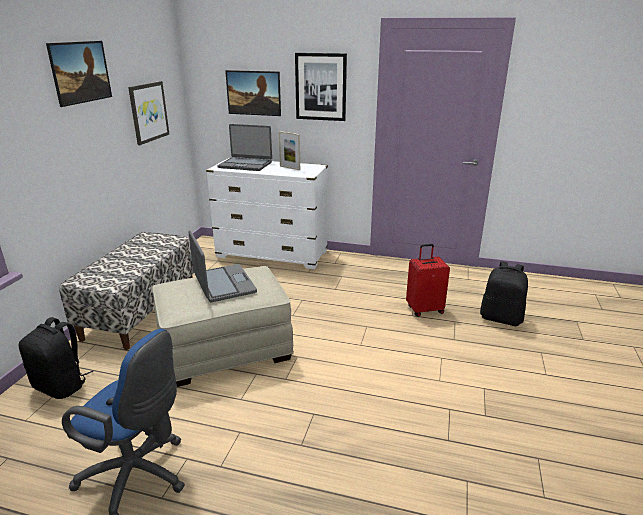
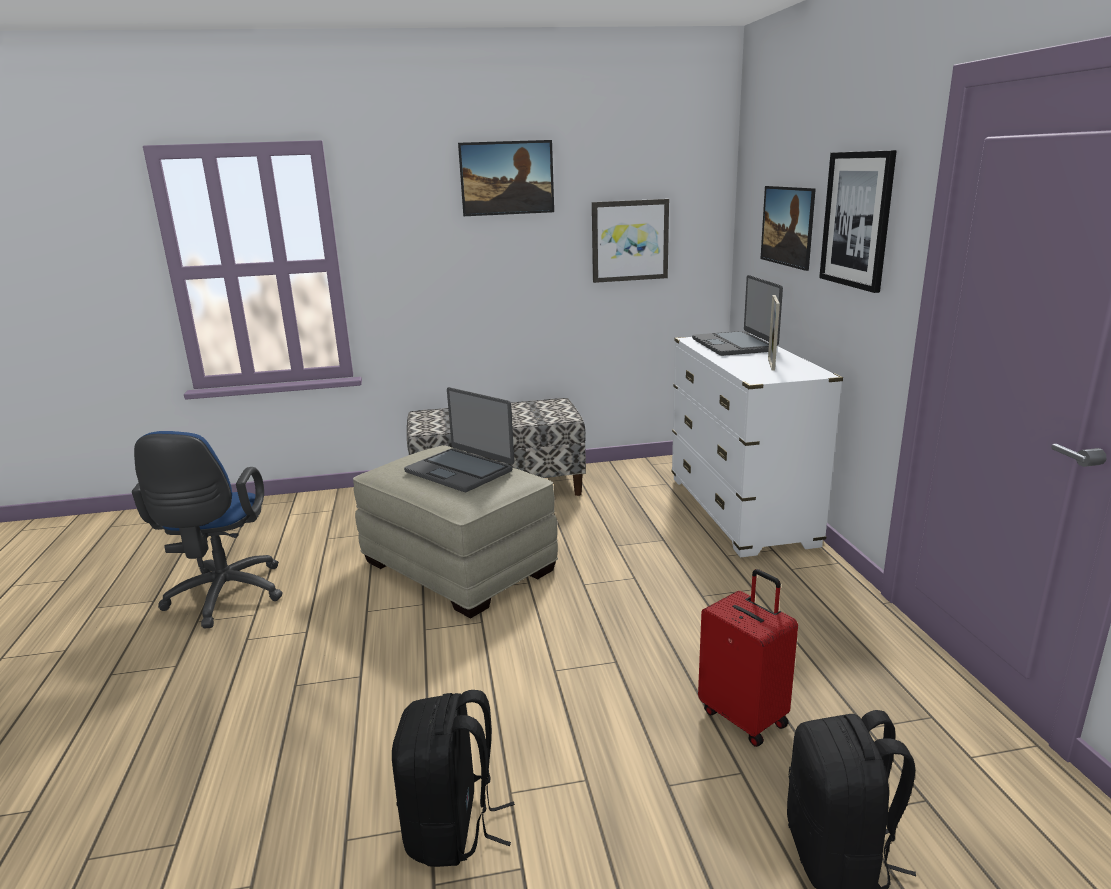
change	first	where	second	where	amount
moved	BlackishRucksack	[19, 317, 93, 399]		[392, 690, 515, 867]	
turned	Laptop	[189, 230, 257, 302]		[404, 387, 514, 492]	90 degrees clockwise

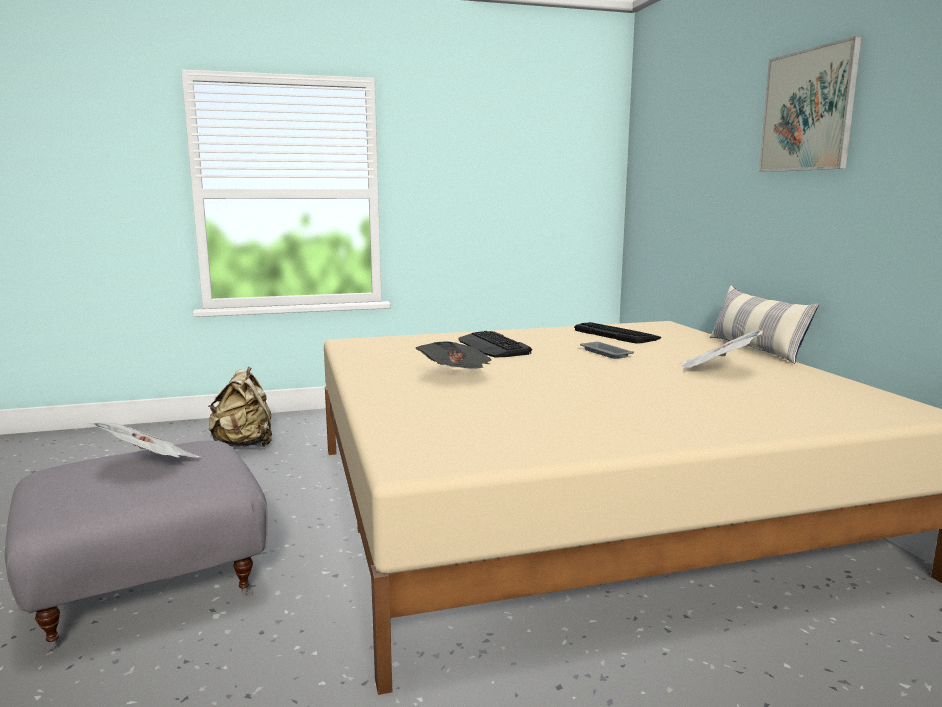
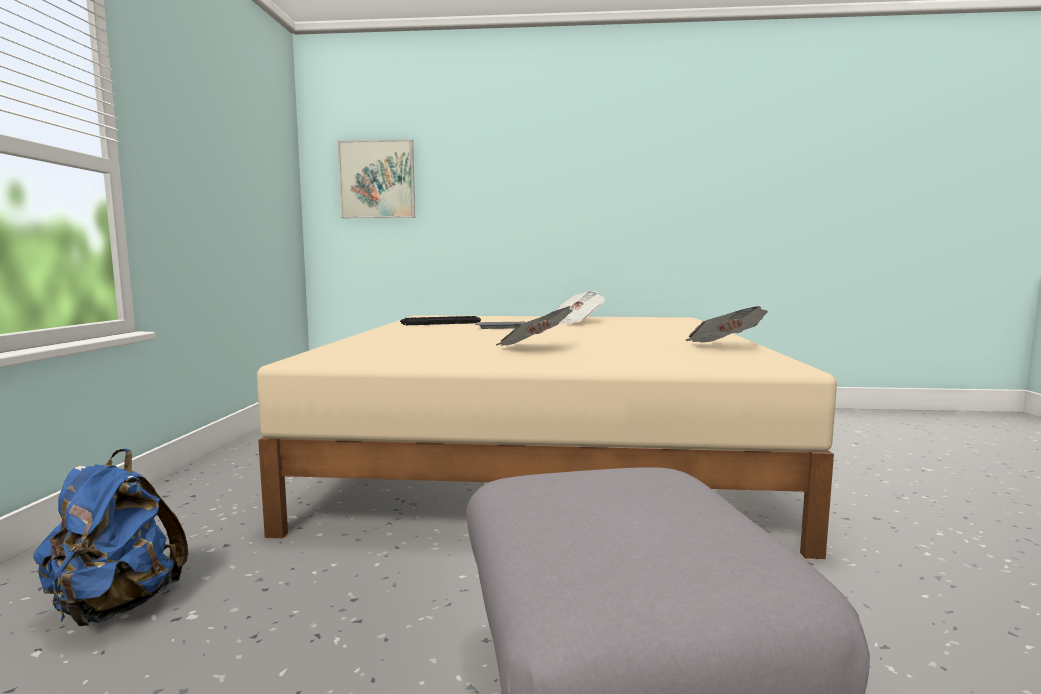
change	first	where	second	where	amount
removed	Keyboard	[458, 331, 532, 358]			
removed	ThrowPillow	[710, 286, 819, 364]			
moved	Newspaper	[88, 423, 200, 458]		[686, 306, 768, 343]	
moved	Picture	[759, 36, 862, 172]		[338, 139, 415, 218]	
recoloured	BeigeColouredRucksack	[208, 367, 272, 447]	BlueColouredRucksack	[33, 448, 188, 626]	

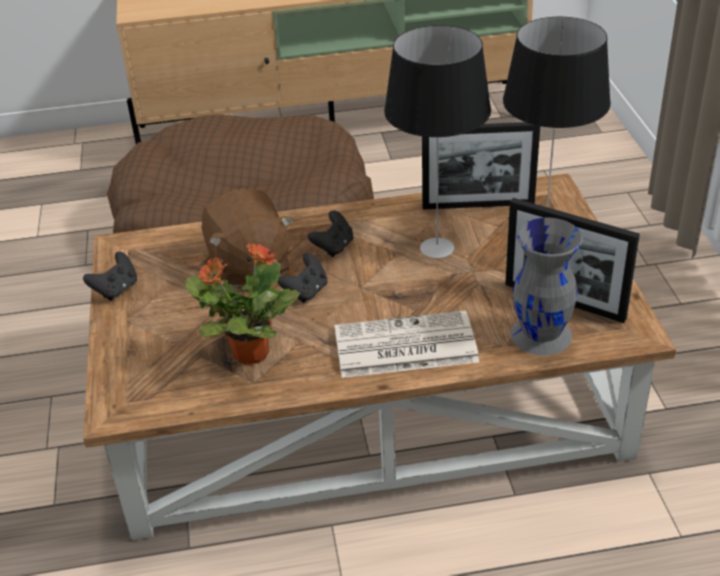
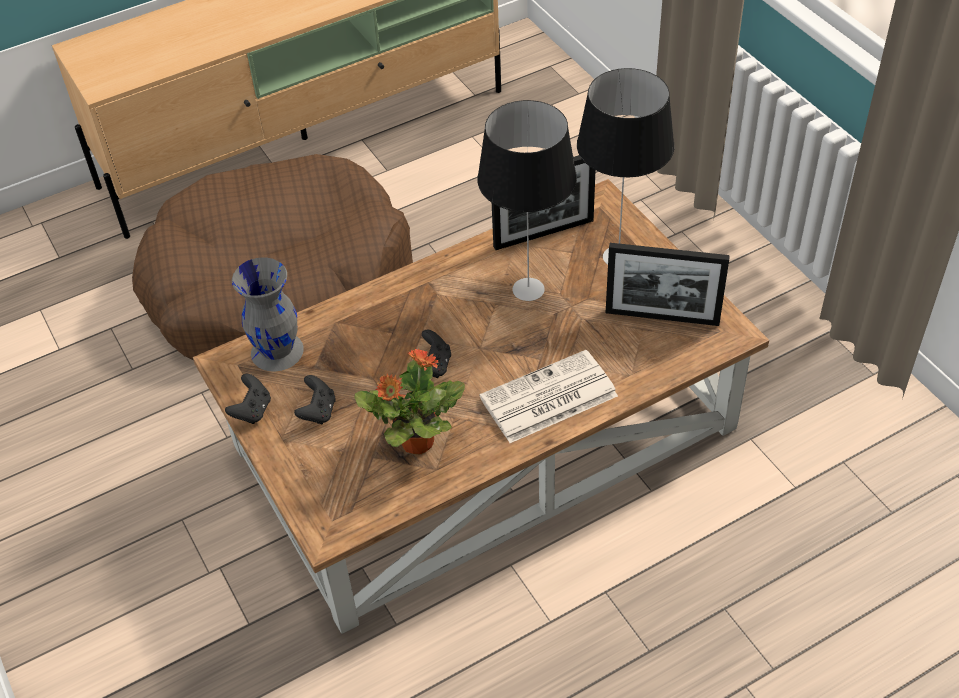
change	first	where	second	where	amount
removed	BrownSoftToy	[202, 189, 293, 287]			
moved	BlackishGameController	[308, 210, 353, 257]		[294, 375, 336, 424]	
moved	GreyDecorativeVase	[511, 218, 583, 355]		[232, 257, 304, 372]	

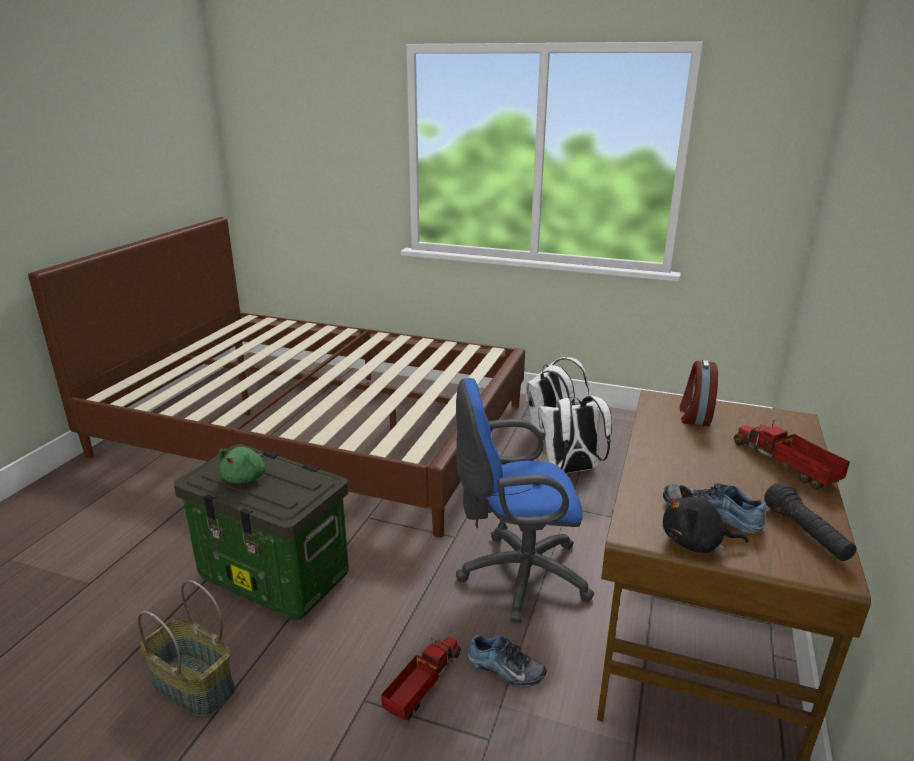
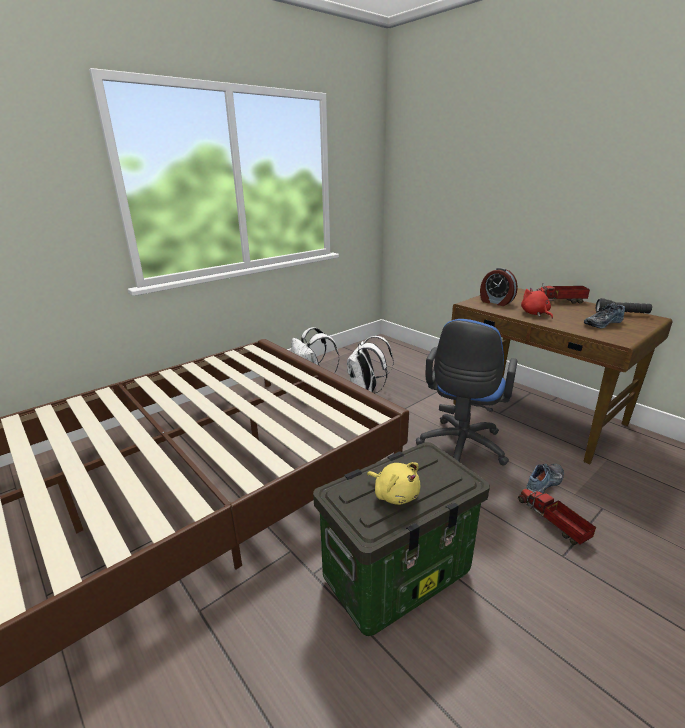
change	first	where	second	where	amount
removed	Basket	[138, 580, 235, 717]			
removed	BlackishSoftToy	[663, 485, 748, 553]			
added			RedColouredSoftToy	[521, 287, 553, 319]	
recoloured	GreenishSoftToy	[219, 447, 266, 484]	YellowishSoftToy	[367, 462, 420, 505]	

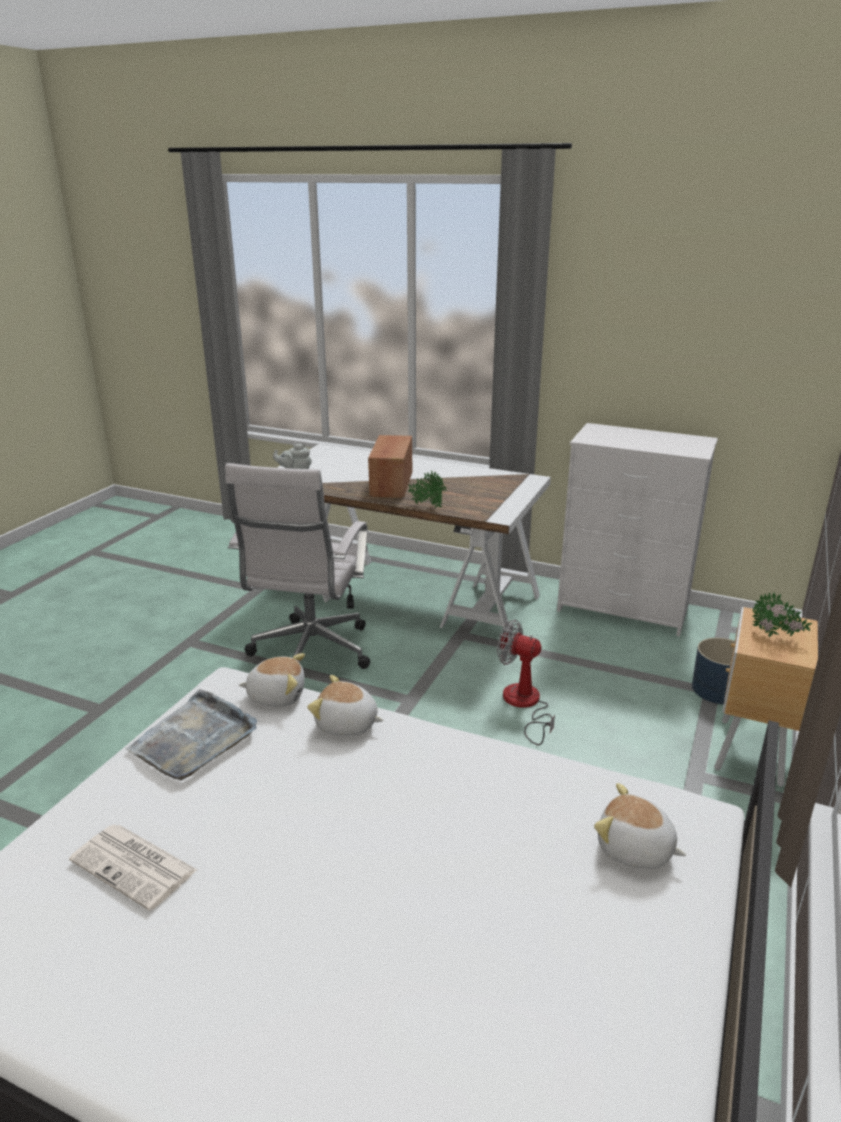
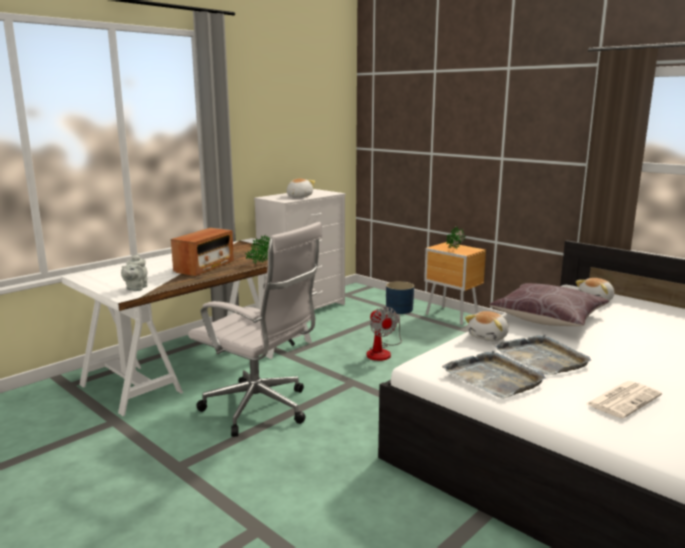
change	first	where	second	where	amount
added			BrownThrowPillow	[489, 283, 609, 326]	
added			GreyServingTray	[493, 335, 591, 376]	
moved	SoftToy	[239, 653, 305, 707]		[286, 179, 315, 198]	
turned	RadioReceiver	[368, 435, 412, 498]		[171, 228, 234, 276]	90 degrees counterclockwise
turned	ElectricFan	[497, 620, 555, 745]		[367, 307, 402, 361]	75 degrees counterclockwise

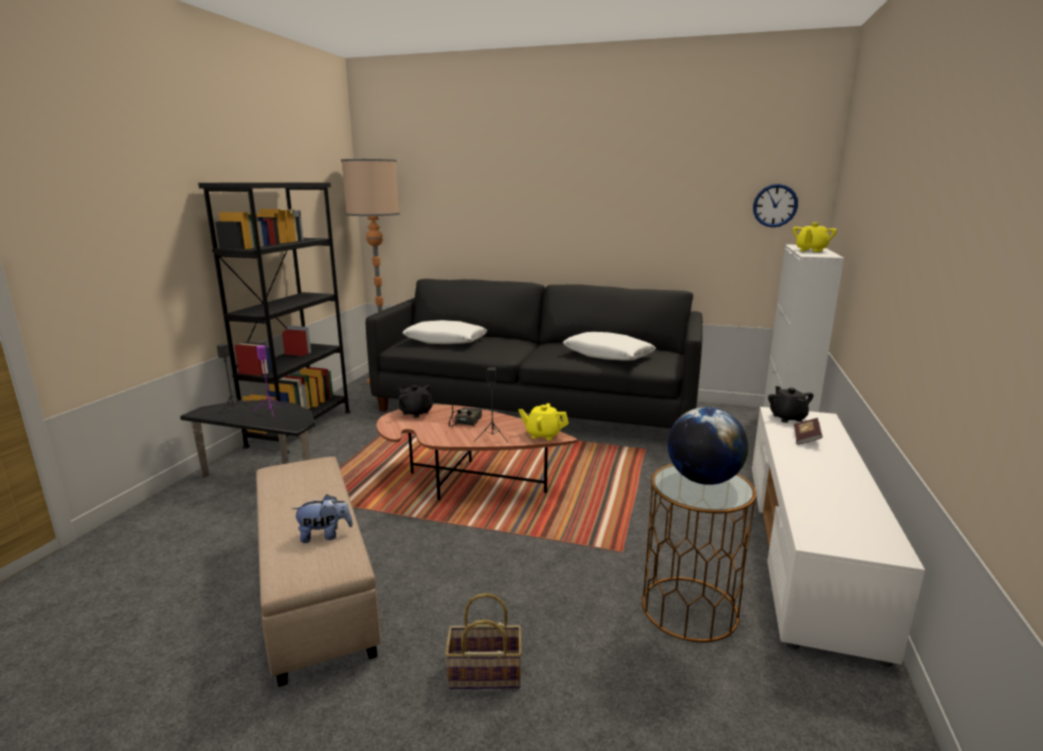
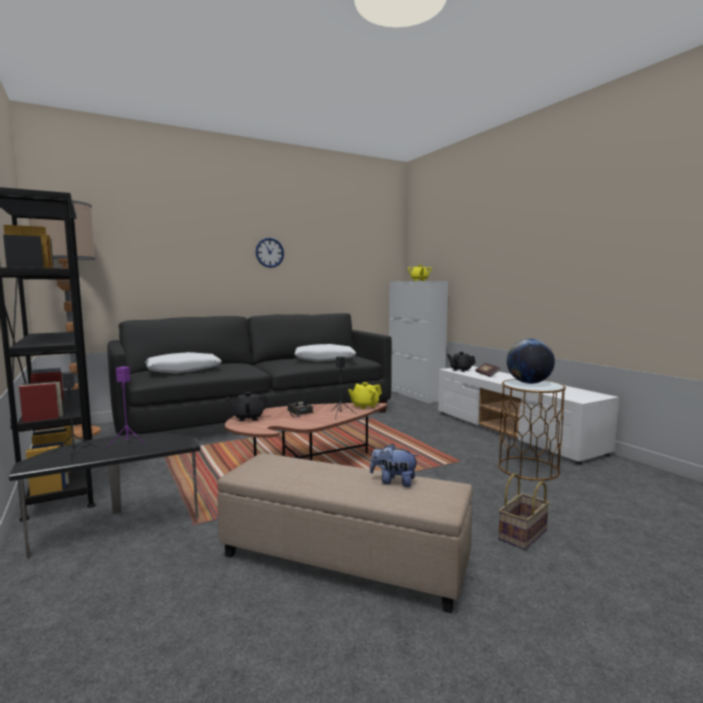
change	first	where	second	where	amount
moved	WallClock	[753, 184, 798, 227]		[256, 238, 284, 268]	
turned	SoftToy	[292, 494, 353, 543]		[370, 443, 419, 487]	105 degrees counterclockwise

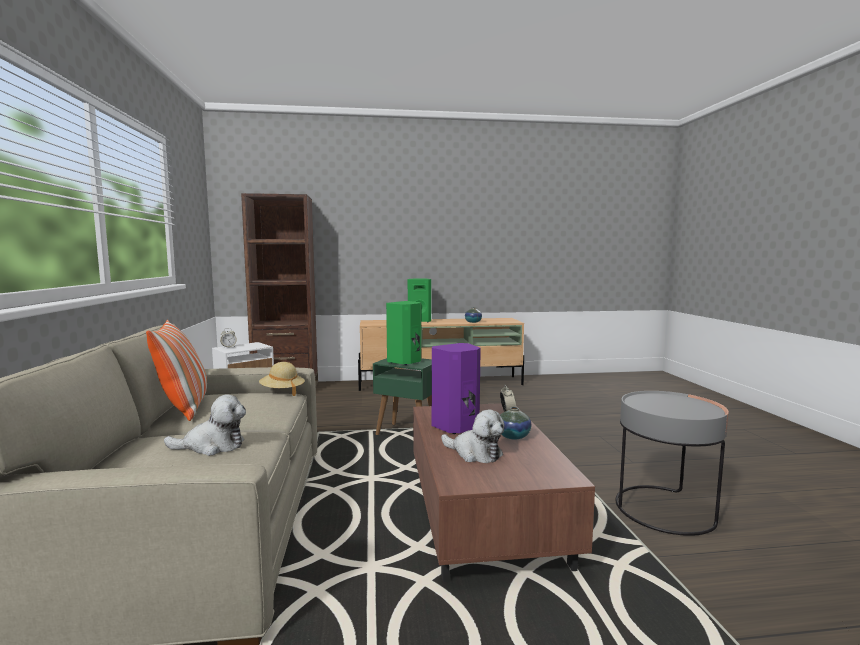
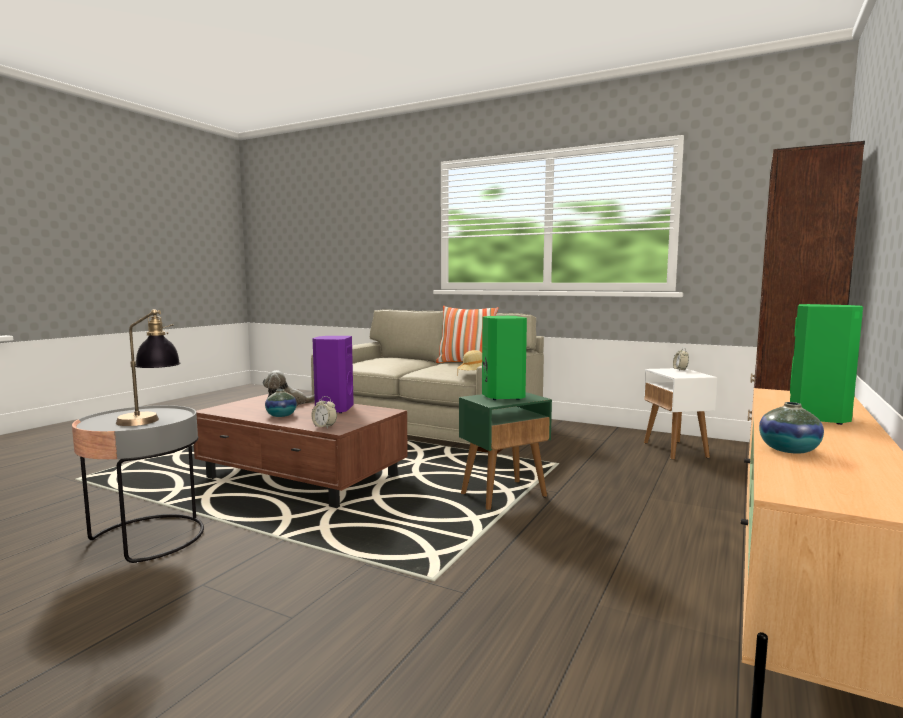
change	first	where	second	where	amount
removed	SoftToy	[164, 394, 246, 456]			
added			LampForATable	[116, 309, 181, 426]	

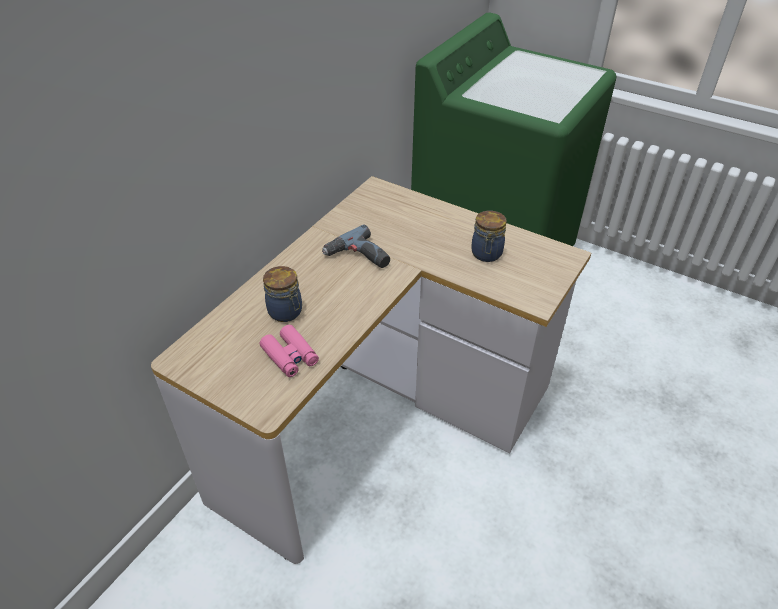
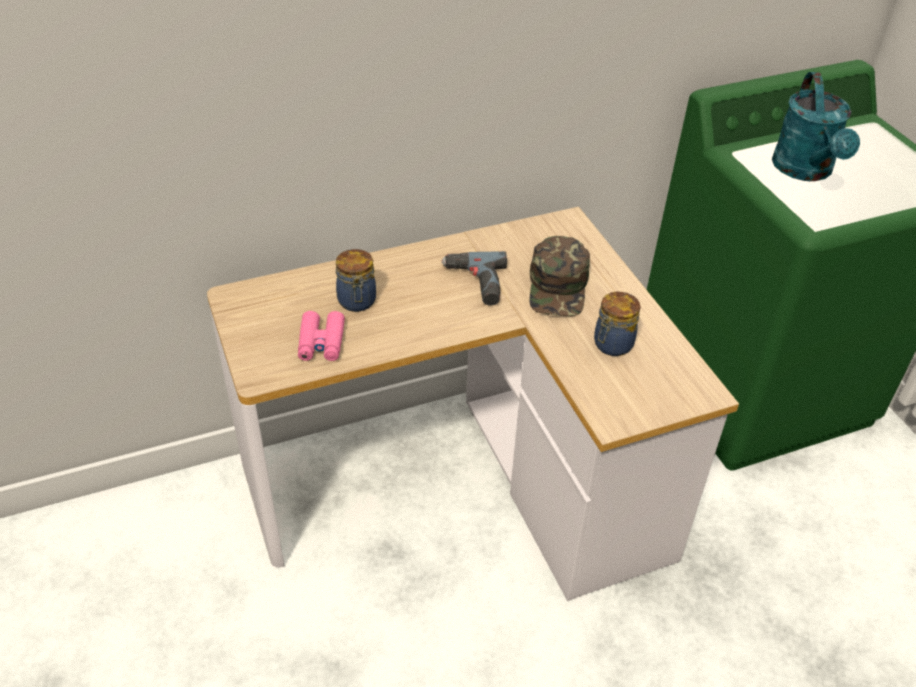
change	first	where	second	where	amount
added			GreenishBaseballCap	[529, 236, 590, 316]	
added			BlueGreenWateringPot	[772, 72, 860, 181]	

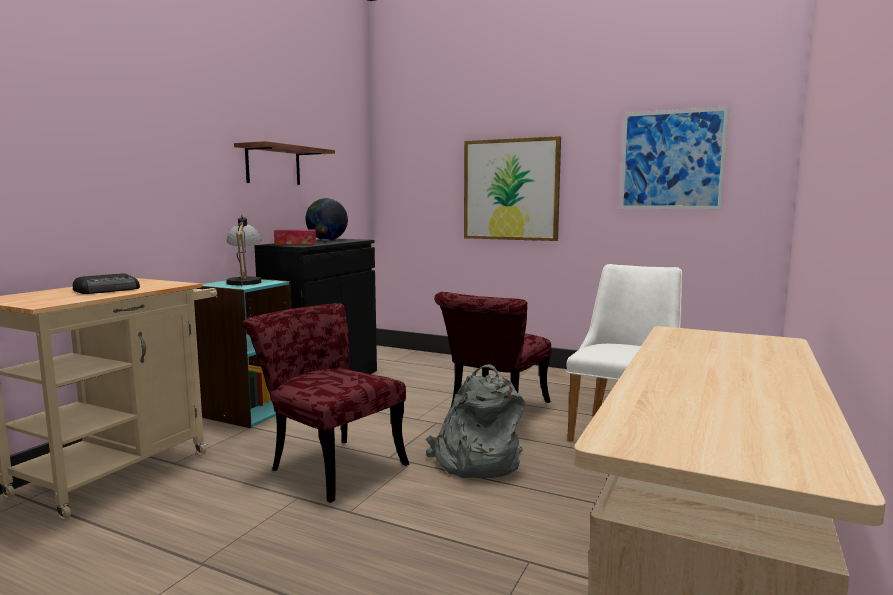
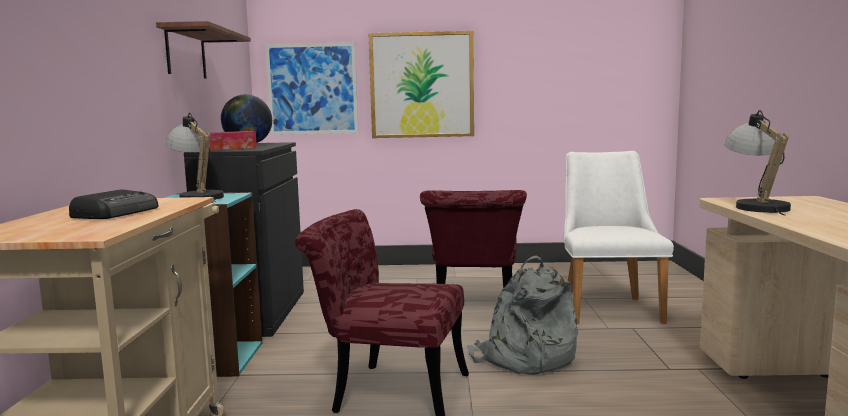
change	first	where	second	where	amount
added			LampForATable	[724, 110, 791, 216]	
moved	Picture	[620, 106, 729, 210]		[265, 42, 359, 135]	

